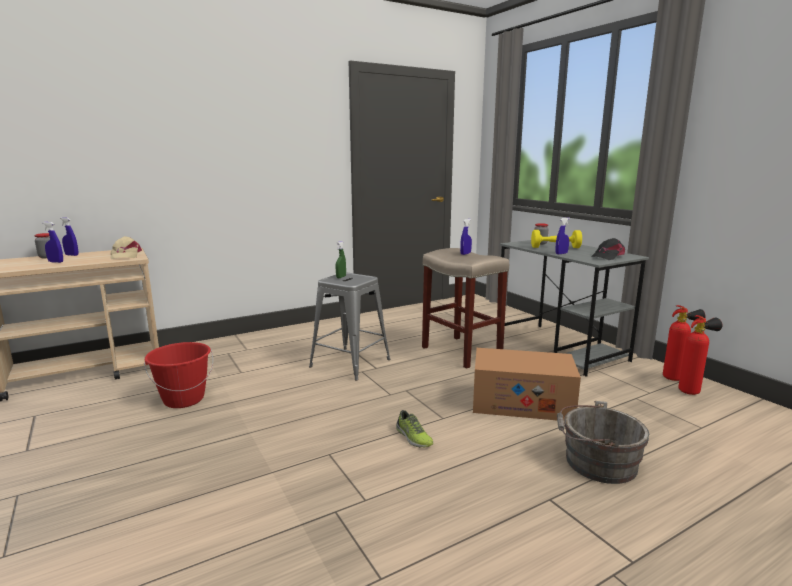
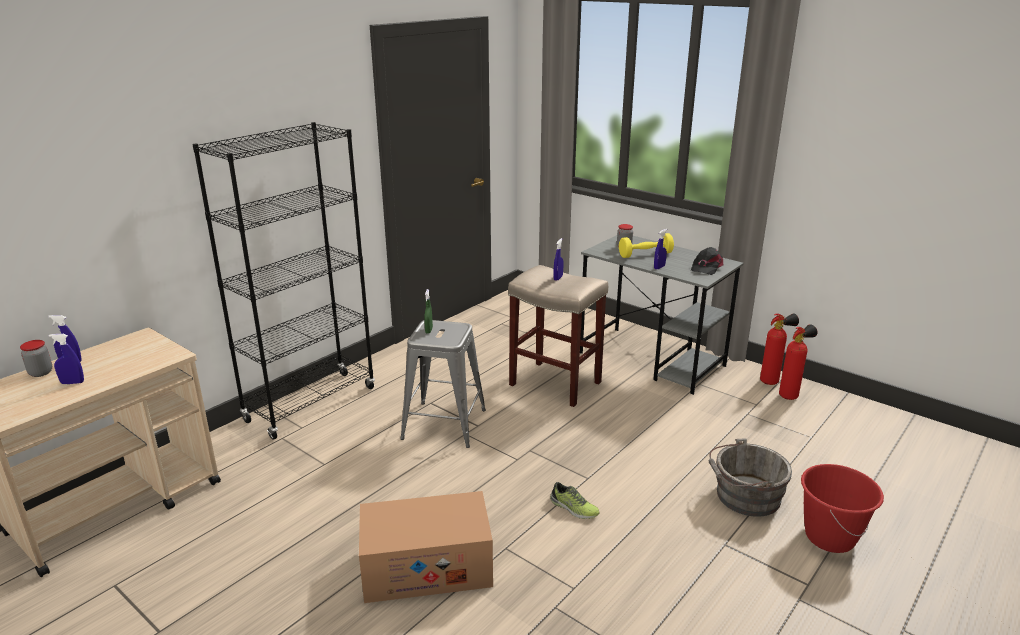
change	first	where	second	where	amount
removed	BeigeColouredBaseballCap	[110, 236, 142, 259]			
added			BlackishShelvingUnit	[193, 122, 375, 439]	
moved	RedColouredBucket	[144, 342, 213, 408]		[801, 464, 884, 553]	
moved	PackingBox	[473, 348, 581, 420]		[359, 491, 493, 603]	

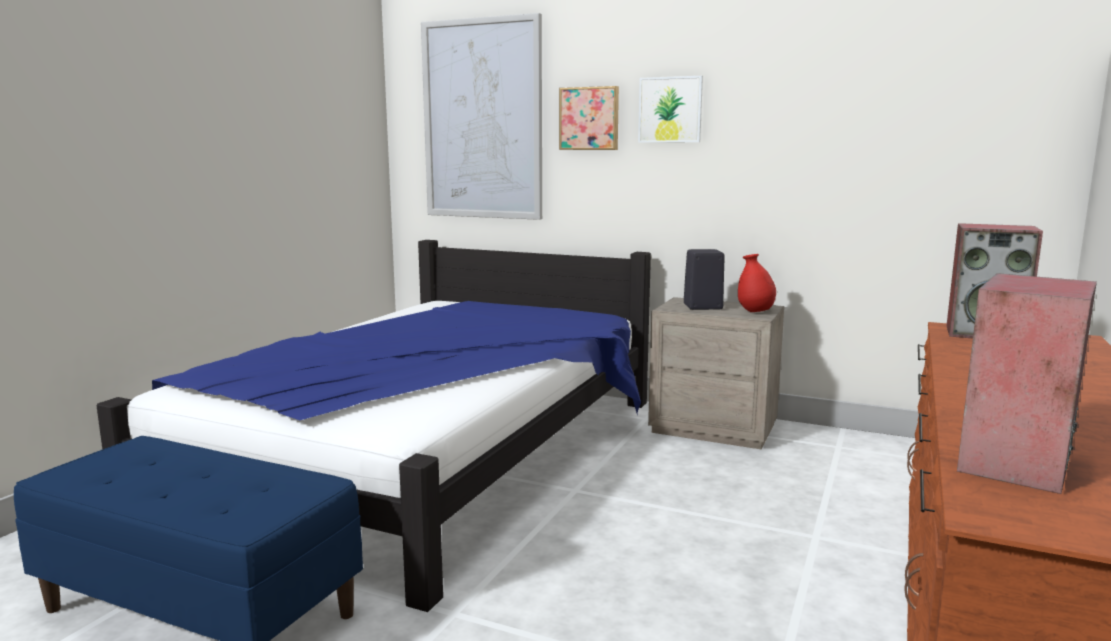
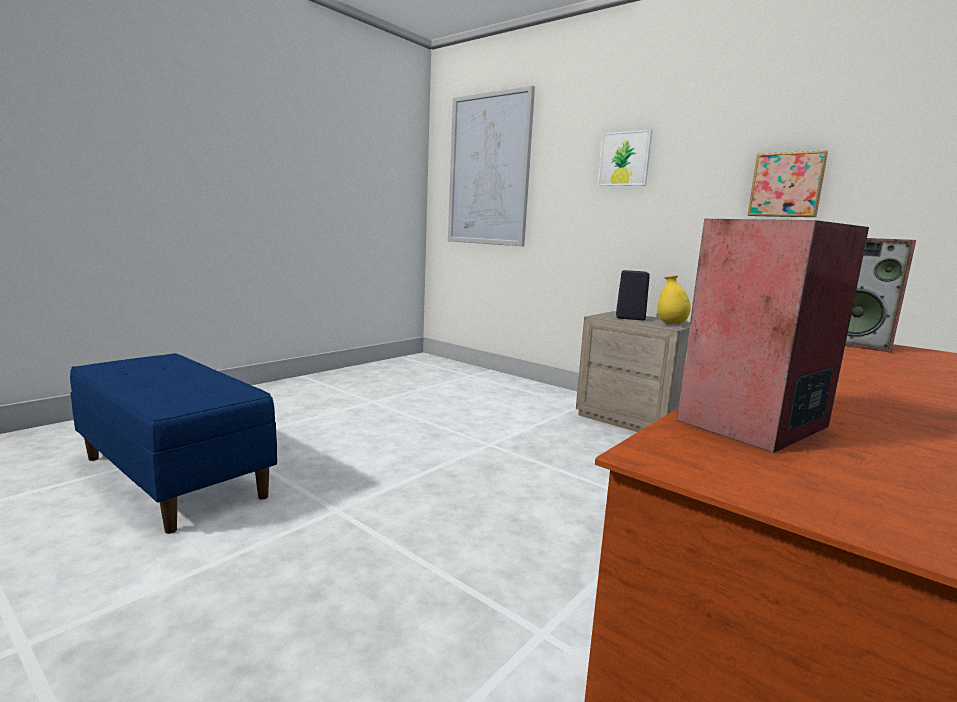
change	first	where	second	where	amount
removed	SleepingBed	[96, 240, 651, 612]			
moved	Picture	[559, 86, 619, 150]		[748, 150, 828, 217]	
recoloured	RedColouredDecorativeVase	[738, 254, 776, 312]	YellowishDecorativeVase	[657, 275, 691, 324]	

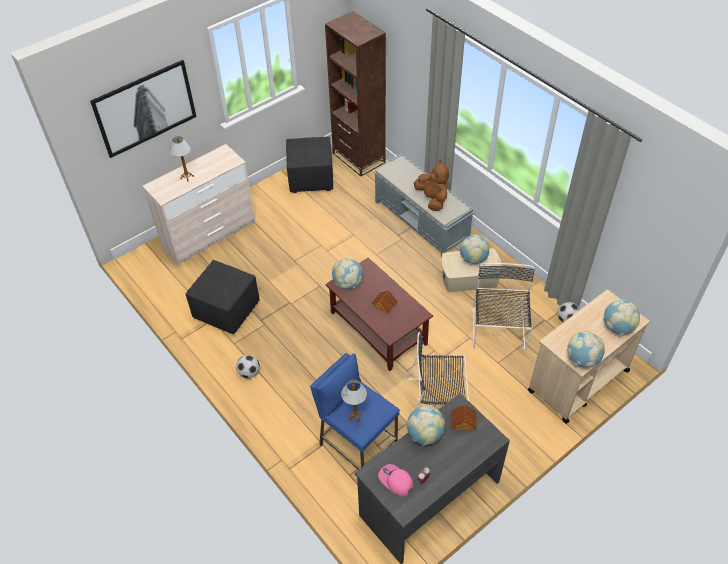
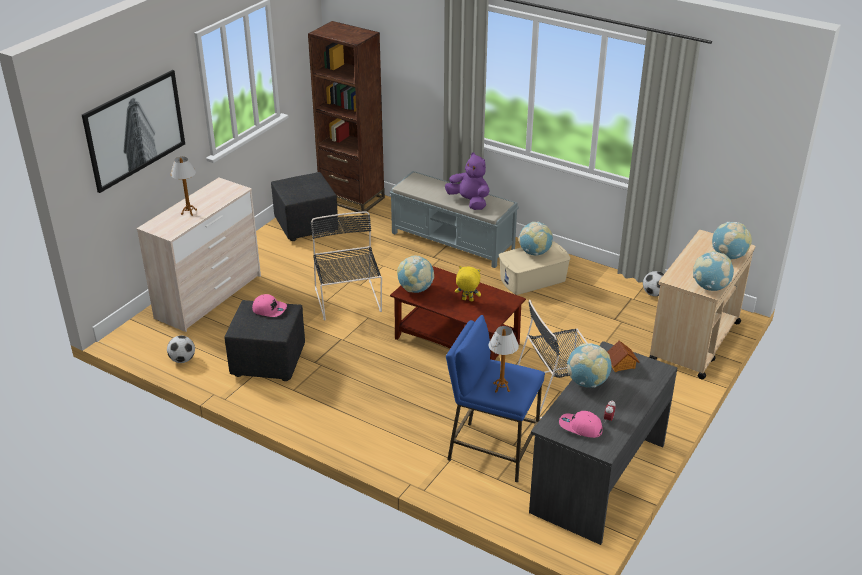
change	first	where	second	where	amount
added			PinkishBaseballCap	[252, 294, 287, 317]	
moved	Football	[236, 355, 260, 378]		[167, 336, 195, 363]	
moved	BlackishChair	[473, 263, 535, 351]		[311, 211, 382, 320]	
replaced	ModelHouse	[372, 290, 398, 314]	YellowishSoftToy	[455, 266, 481, 302]	
recoloured	BrownSoftToy	[414, 160, 449, 211]	PurpleSoftToy	[445, 152, 489, 210]	

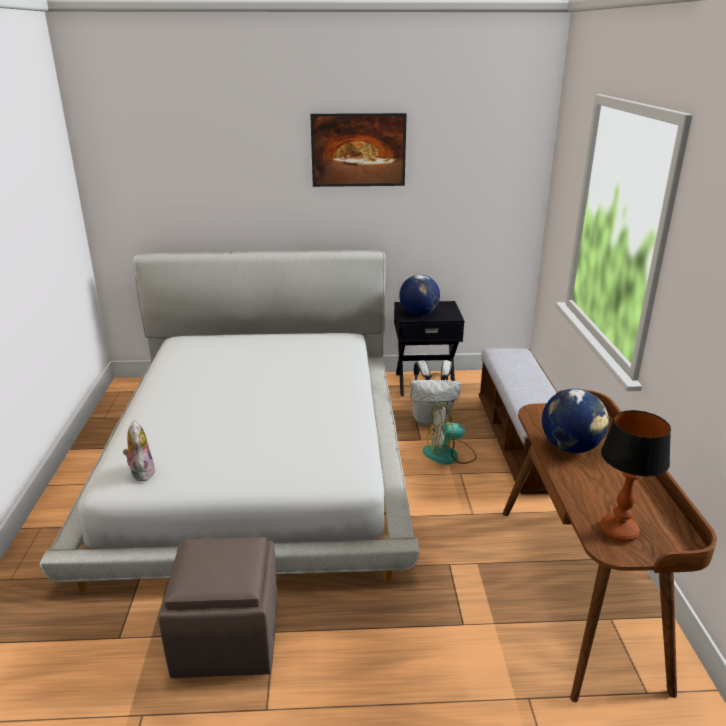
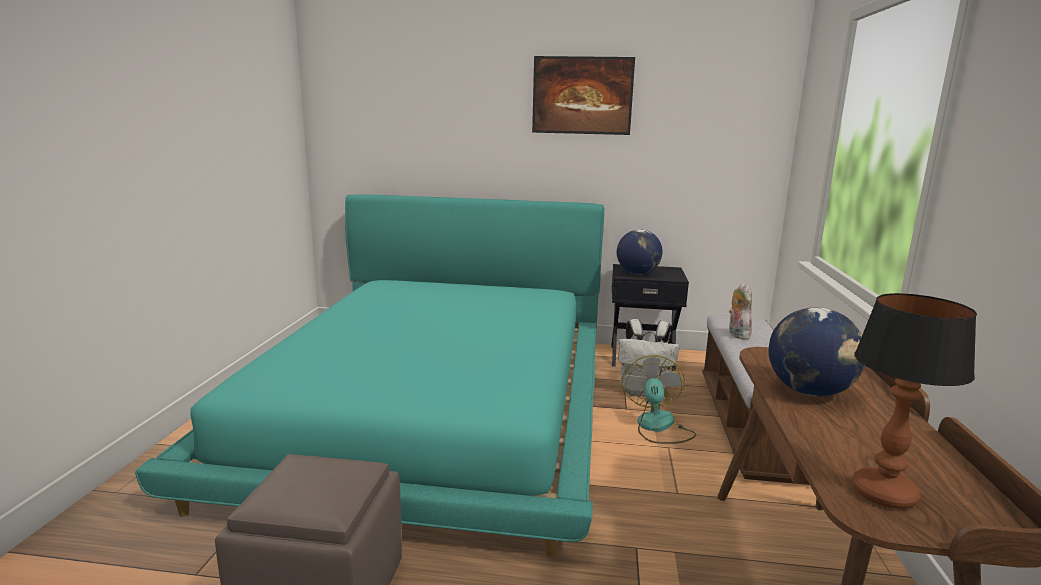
change	first	where	second	where	amount
moved	SoftToy	[123, 420, 155, 481]		[729, 283, 752, 339]	
recoloured	WhiteColouredSleepingBed	[40, 250, 419, 592]	BlueGreenSleepingBed	[135, 194, 604, 557]	
turned	ElectricFan	[423, 402, 476, 465]		[622, 355, 696, 444]	90 degrees clockwise

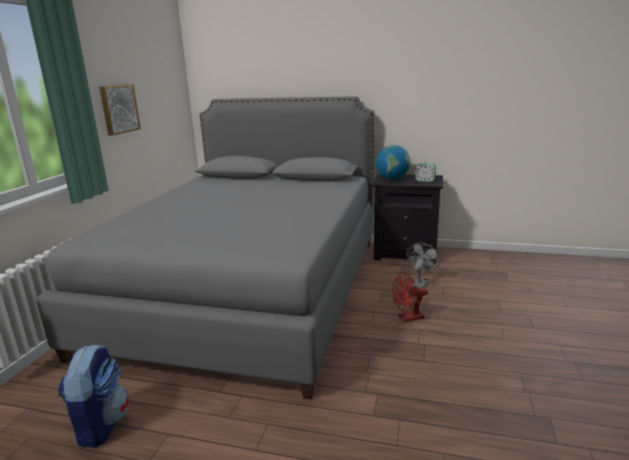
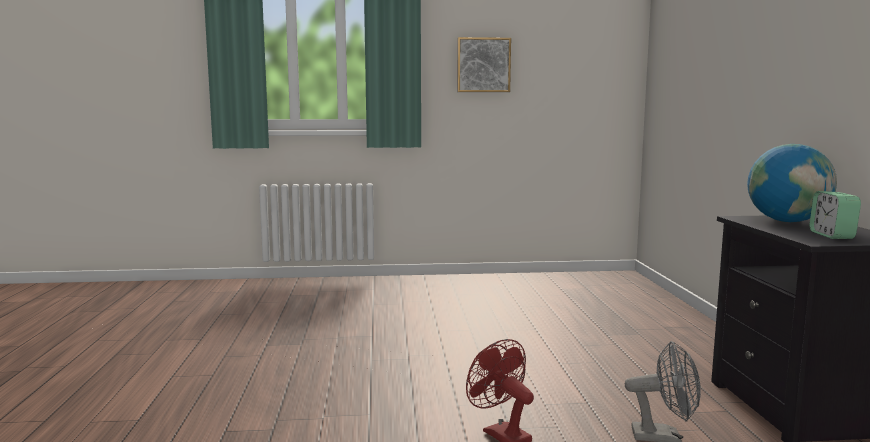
change	first	where	second	where	amount
removed	GreySleepingBed	[36, 96, 374, 399]			
removed	Rucksack	[58, 344, 129, 448]			

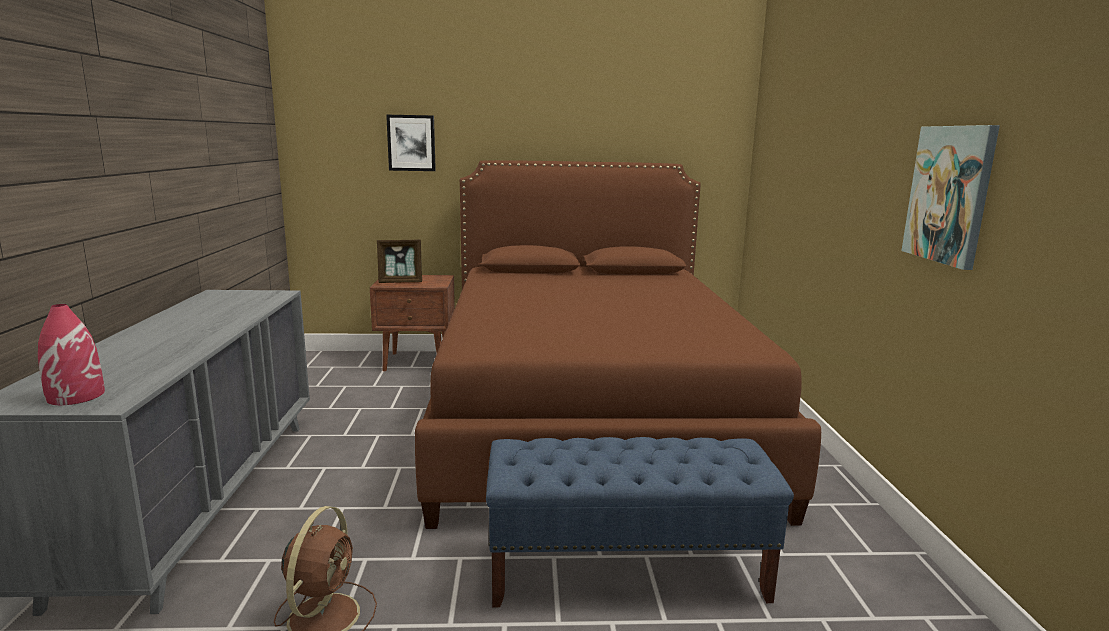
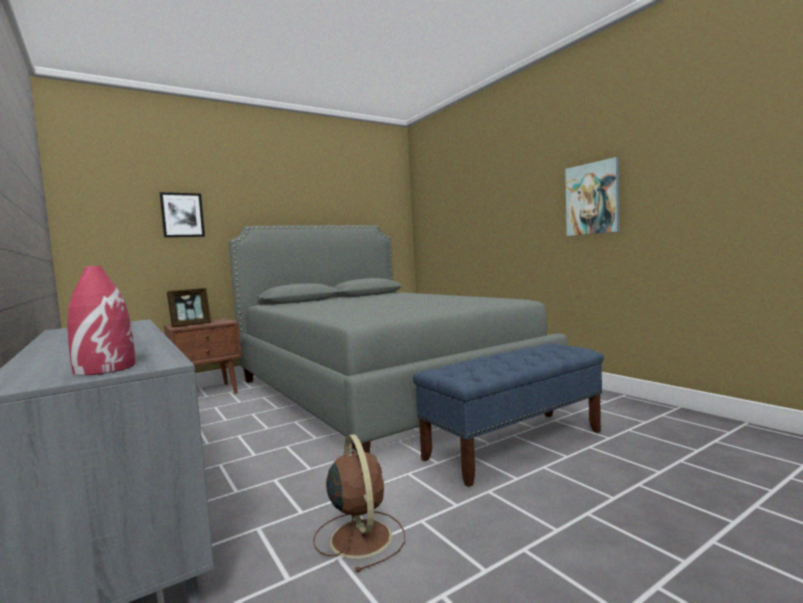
change	first	where	second	where	amount
recoloured	BrownSleepingBed	[415, 160, 821, 529]	GreySleepingBed	[229, 225, 568, 453]	

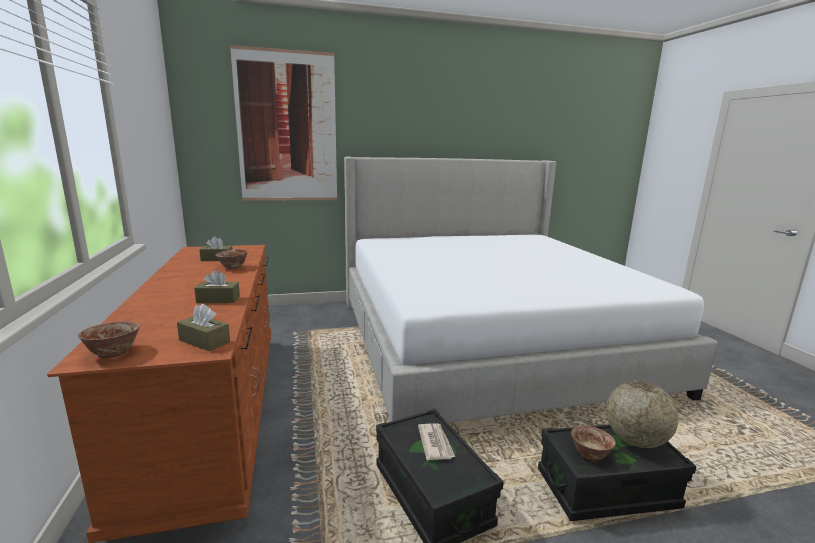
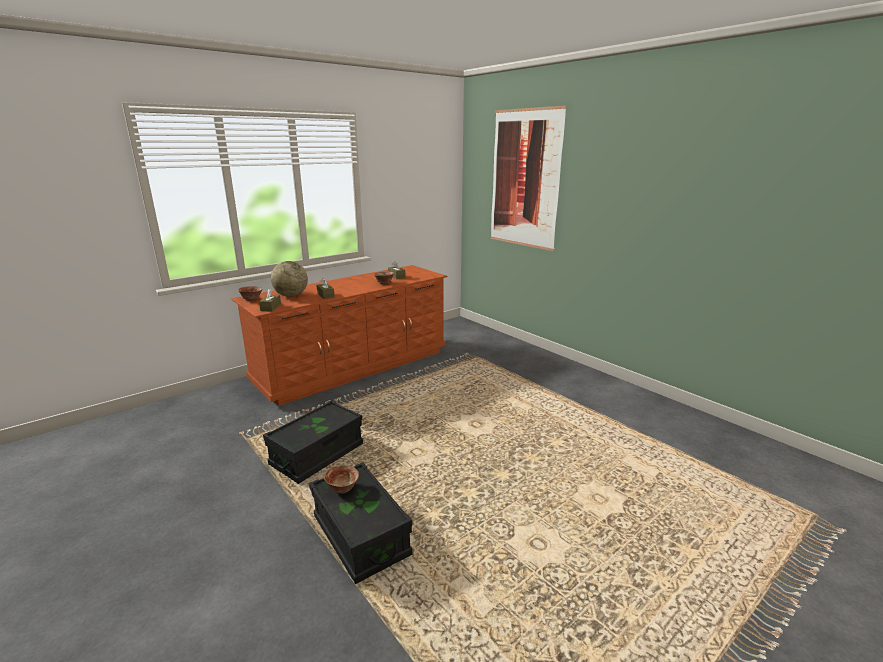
change	first	where	second	where	amount
removed	SleepingBed	[344, 157, 718, 423]			
removed	Newspaper	[418, 423, 455, 460]			
moved	Globe	[606, 381, 678, 448]		[271, 261, 308, 297]	

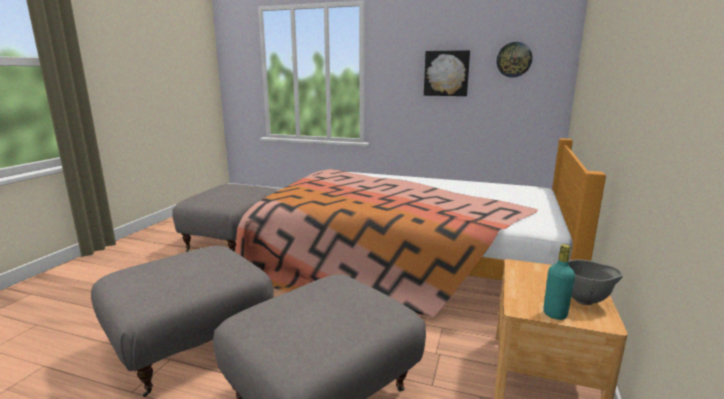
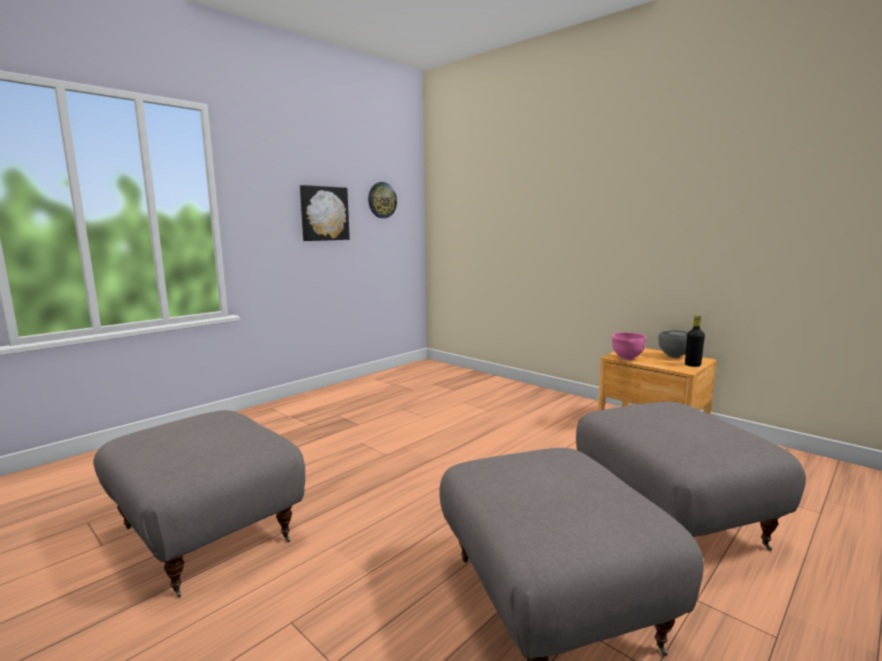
change	first	where	second	where	amount
removed	SleepingBed	[236, 138, 606, 317]			
added			PinkishServingBowl	[612, 332, 646, 360]	
recoloured	BlueGreenBottle	[543, 244, 575, 320]	BlackishBottle	[685, 315, 705, 367]	

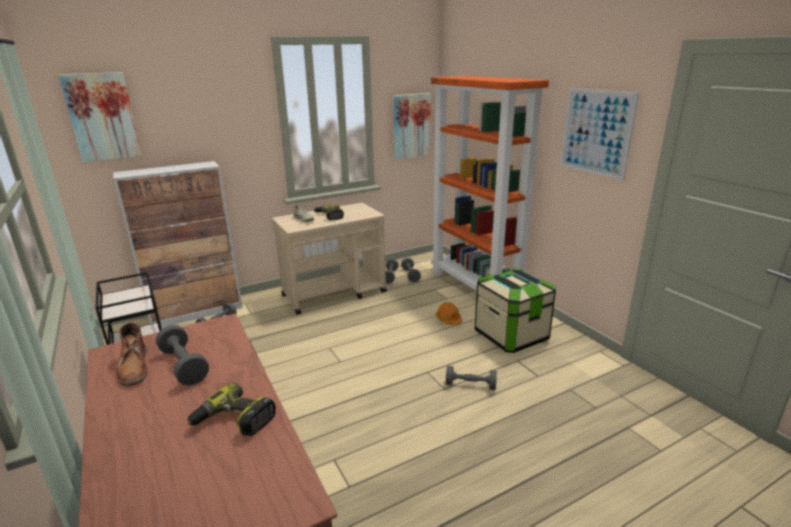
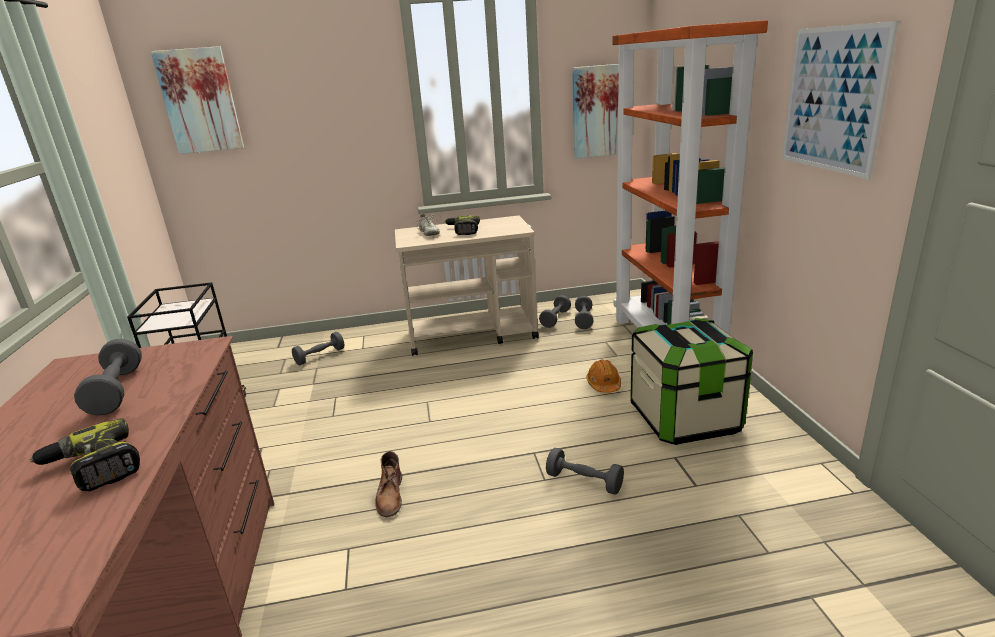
change	first	where	second	where	amount
removed	StorageCabinet	[113, 161, 243, 327]			
moved	BrownTallBoot	[116, 322, 147, 386]		[375, 451, 402, 517]	

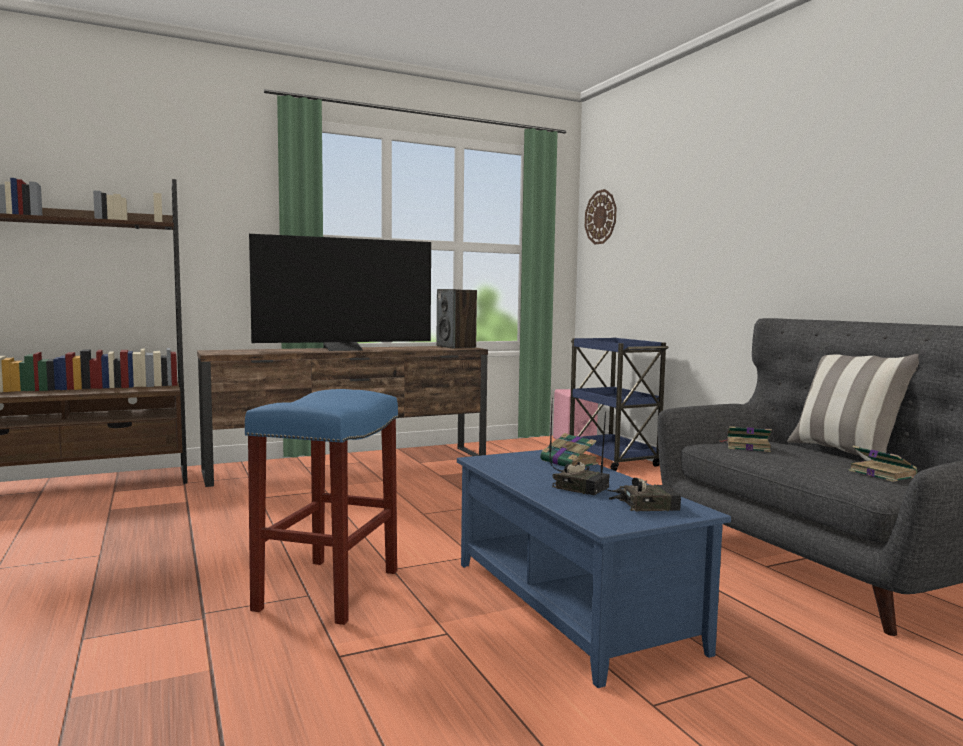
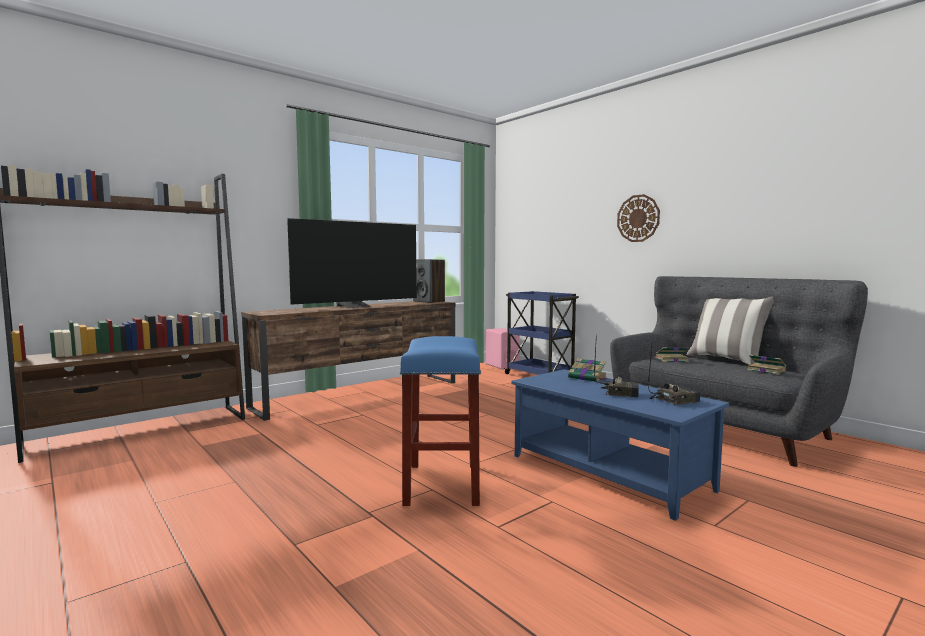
change	first	where	second	where	amount
moved	WallClock	[585, 189, 617, 245]		[617, 194, 660, 242]	

